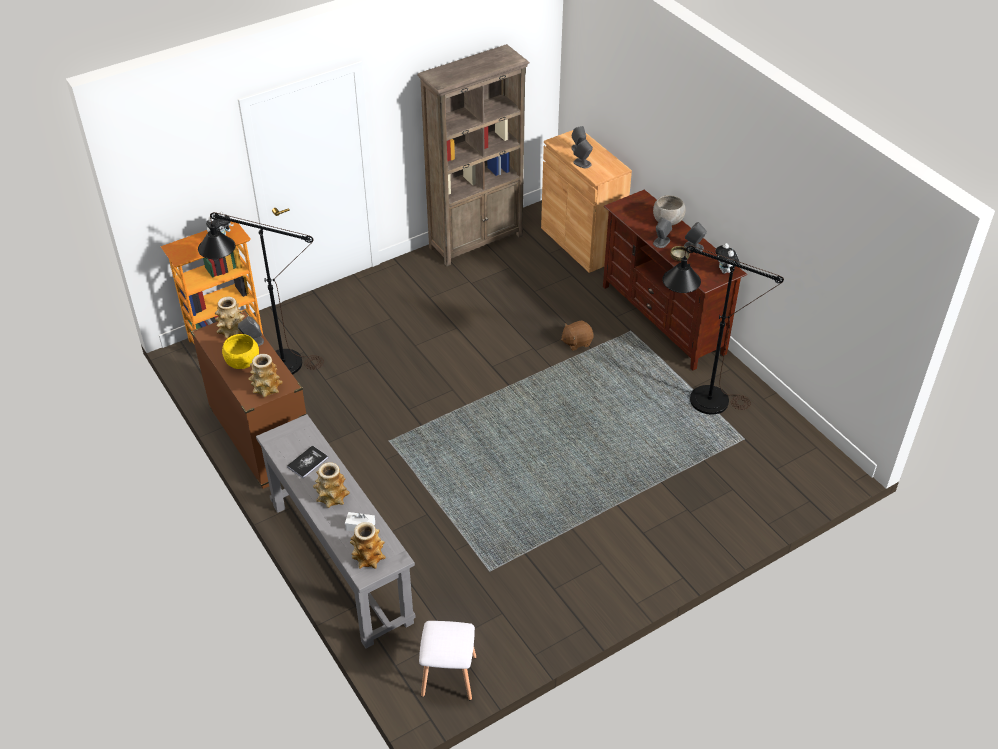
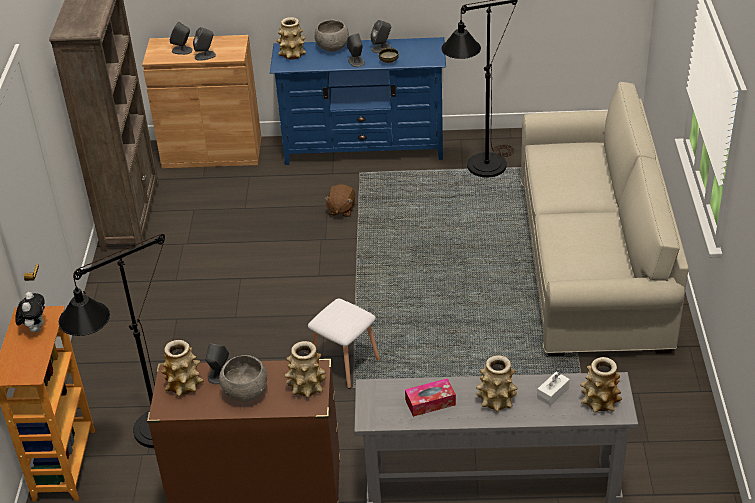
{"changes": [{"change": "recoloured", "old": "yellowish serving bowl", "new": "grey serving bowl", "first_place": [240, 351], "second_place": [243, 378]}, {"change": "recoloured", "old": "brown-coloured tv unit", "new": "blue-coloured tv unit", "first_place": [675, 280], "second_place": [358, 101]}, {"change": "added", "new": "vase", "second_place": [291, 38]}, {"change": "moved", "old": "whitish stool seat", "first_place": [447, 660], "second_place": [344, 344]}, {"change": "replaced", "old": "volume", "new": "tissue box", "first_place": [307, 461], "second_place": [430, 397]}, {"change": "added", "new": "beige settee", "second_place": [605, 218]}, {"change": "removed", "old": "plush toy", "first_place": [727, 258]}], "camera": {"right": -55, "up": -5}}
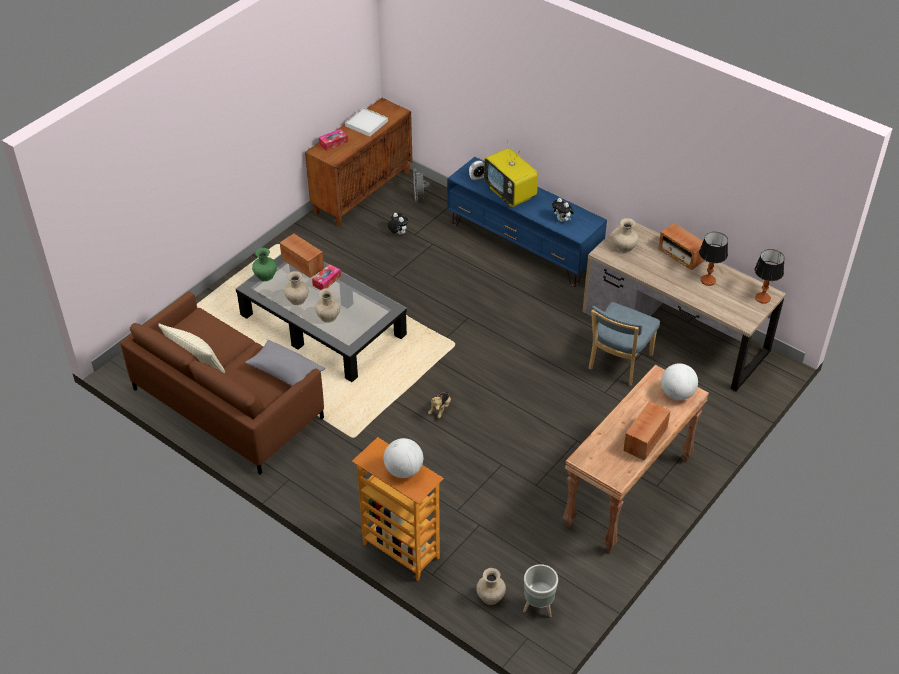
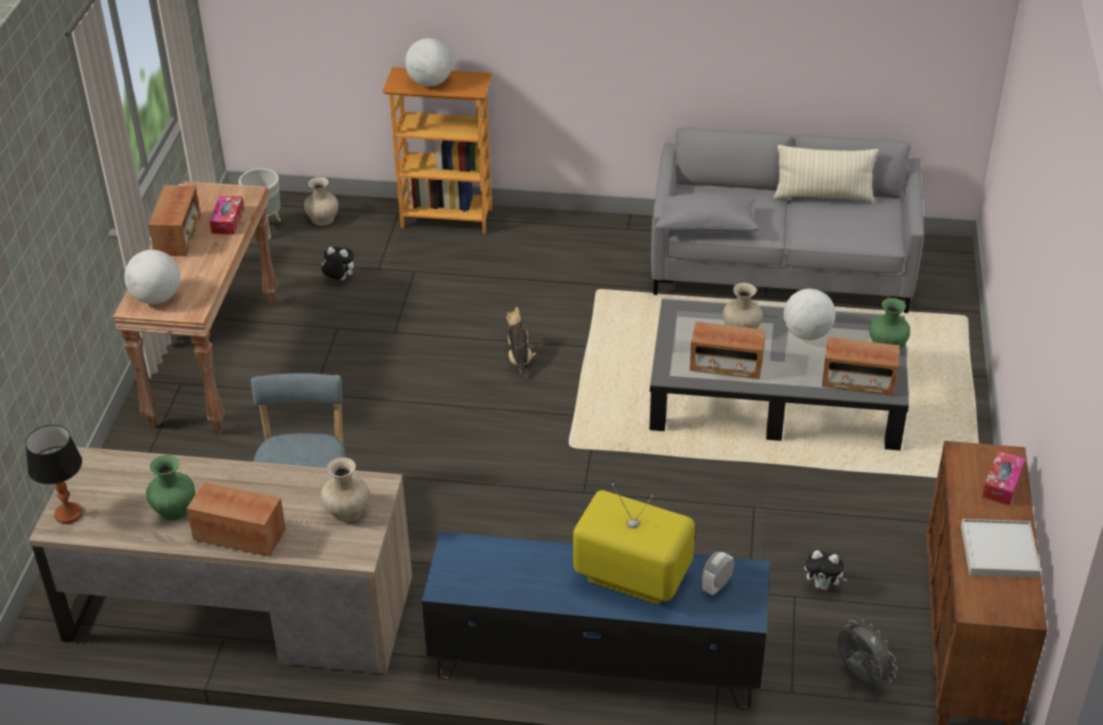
{"changes": [{"change": "replaced", "old": "table lamp", "new": "green-coloured vase", "first_place": [713, 259], "second_place": [170, 487]}, {"change": "moved", "old": "tissue box", "first_place": [326, 277], "second_place": [226, 215]}, {"change": "moved", "old": "plush toy", "first_place": [563, 210], "second_place": [337, 263]}, {"change": "recoloured", "old": "brown-coloured settee", "new": "grey settee", "first_place": [222, 382], "second_place": [787, 220]}, {"change": "added", "new": "radio receiver", "second_place": [728, 350]}, {"change": "replaced", "old": "beige vase", "new": "world globe", "first_place": [296, 288], "second_place": [809, 314]}], "camera": {"right": 150, "up": -5}}
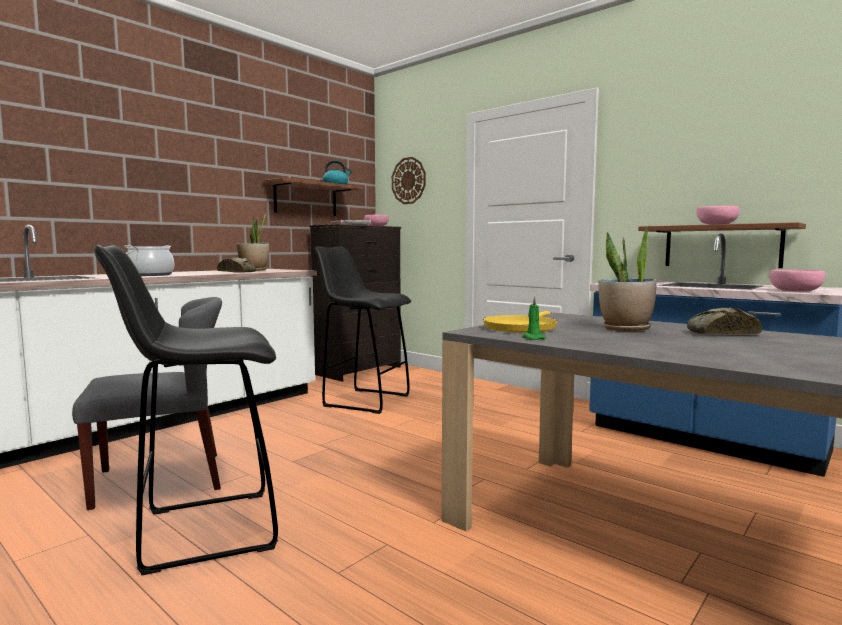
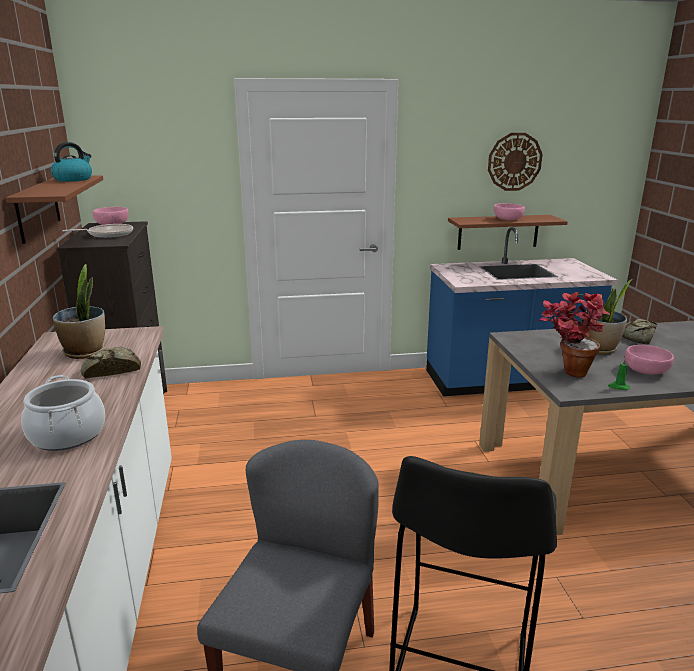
{"changes": [{"change": "moved", "old": "clock on the wall", "first_place": [409, 180], "second_place": [515, 162]}, {"change": "replaced", "old": "yellowish frying pan", "new": "houseplant", "first_place": [520, 322], "second_place": [573, 335]}, {"change": "moved", "old": "pink serving bowl", "first_place": [797, 281], "second_place": [649, 359]}, {"change": "removed", "old": "black-coloured stool seat", "first_place": [363, 330]}], "camera": {"right": -50, "up": 15}}
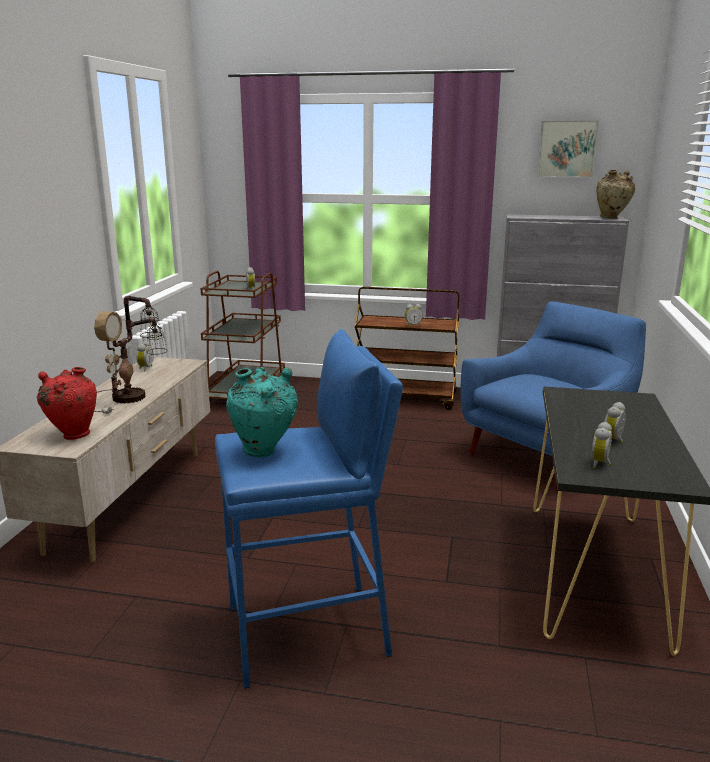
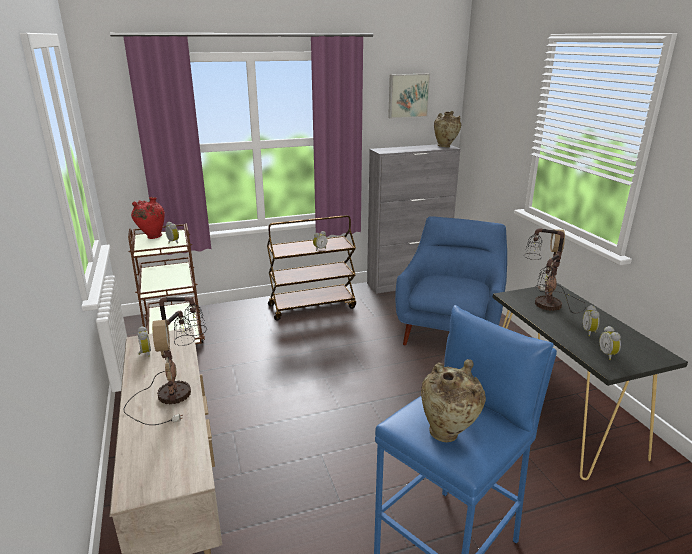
{"changes": [{"change": "moved", "old": "reddish vase", "first_place": [67, 403], "second_place": [148, 218]}, {"change": "recoloured", "old": "turquoise-coloured vase", "new": "beige vase", "first_place": [262, 412], "second_place": [453, 400]}, {"change": "added", "new": "table lamp", "second_place": [555, 270]}], "camera": {"right": -30, "up": 5}}
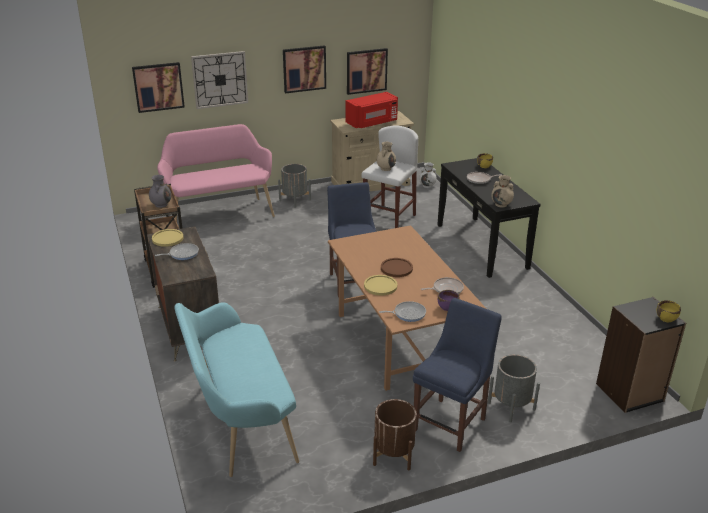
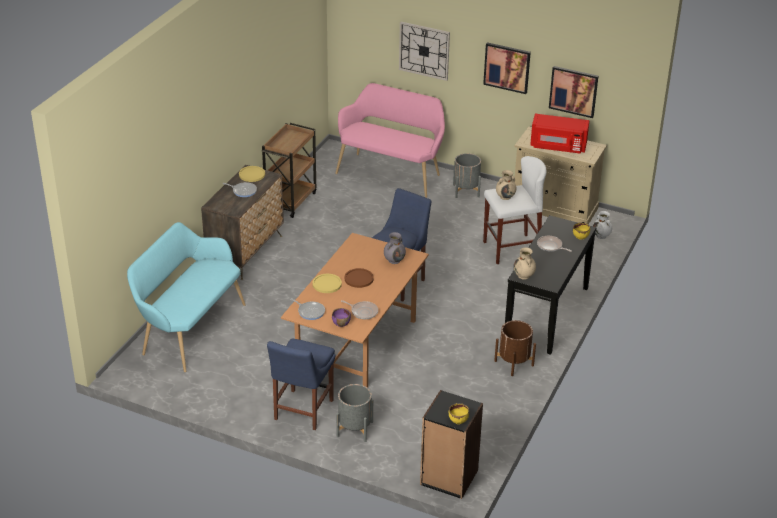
{"changes": [{"change": "turned", "old": "blue-coloured upright chair", "first_place": [457, 375], "second_place": [301, 384], "degrees": 120}, {"change": "moved", "old": "grey vase", "first_place": [160, 191], "second_place": [395, 248]}, {"change": "moved", "old": "brown-coloured flower pot", "first_place": [395, 434], "second_place": [515, 348]}, {"change": "removed", "old": "wall picture", "first_place": [158, 87]}], "camera": {"right": 45, "up": 5}}
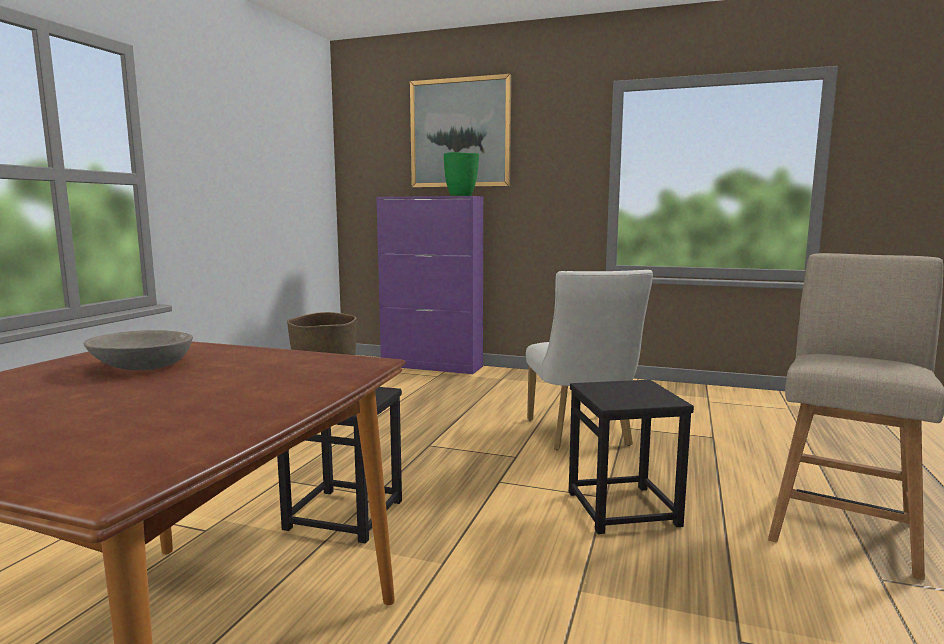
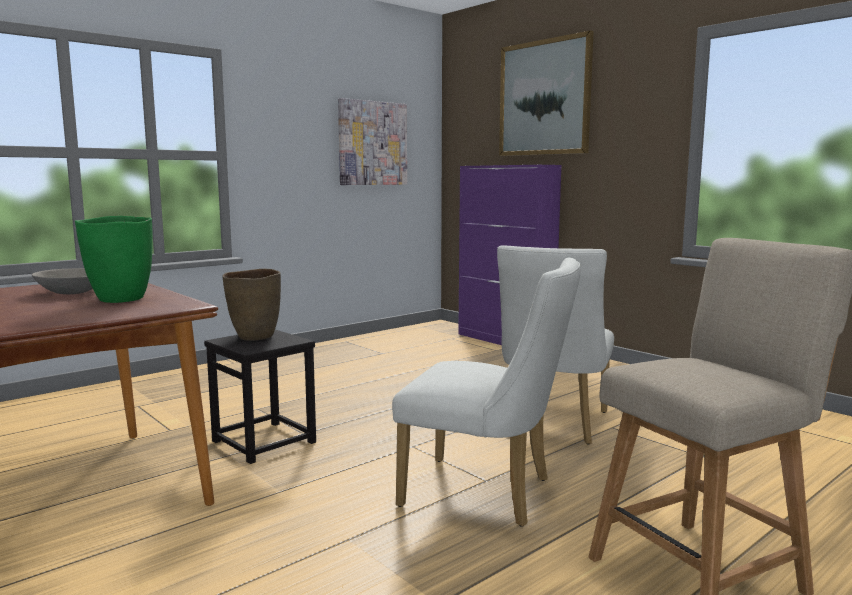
{"changes": [{"change": "moved", "old": "green-coloured vase", "first_place": [461, 174], "second_place": [114, 259]}, {"change": "added", "new": "wall picture", "second_place": [372, 141]}, {"change": "replaced", "old": "black-coloured stool seat", "new": "whitish upright chair", "first_place": [631, 457], "second_place": [486, 392]}], "camera": {"right": 30, "up": 0}}
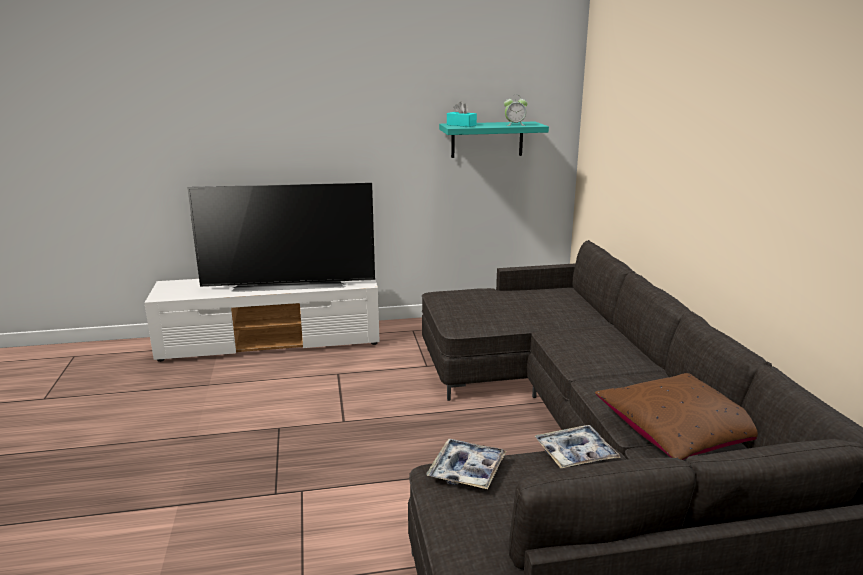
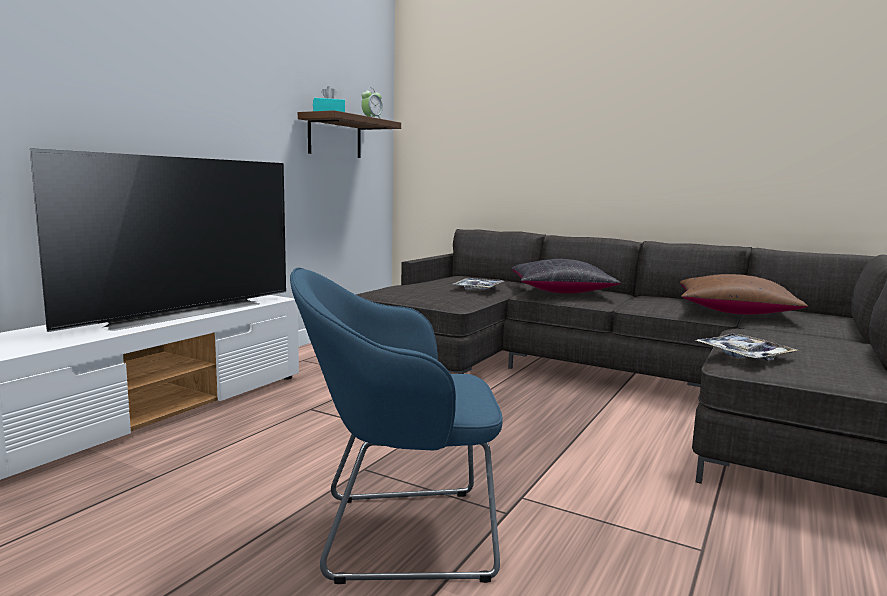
{"changes": [{"change": "added", "new": "blue-coloured armchair", "second_place": [396, 426]}, {"change": "recoloured", "old": "turquoise-coloured bracket shelf", "new": "brown-coloured bracket shelf", "first_place": [494, 140], "second_place": [349, 134]}, {"change": "moved", "old": "tray", "first_place": [578, 446], "second_place": [479, 284]}, {"change": "added", "new": "black-coloured cushion", "second_place": [566, 276]}], "camera": {"right": -50, "up": -10}}
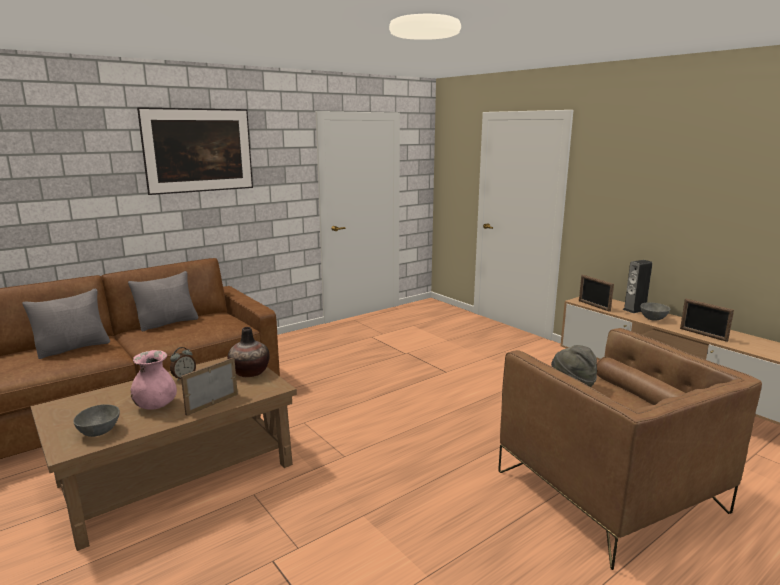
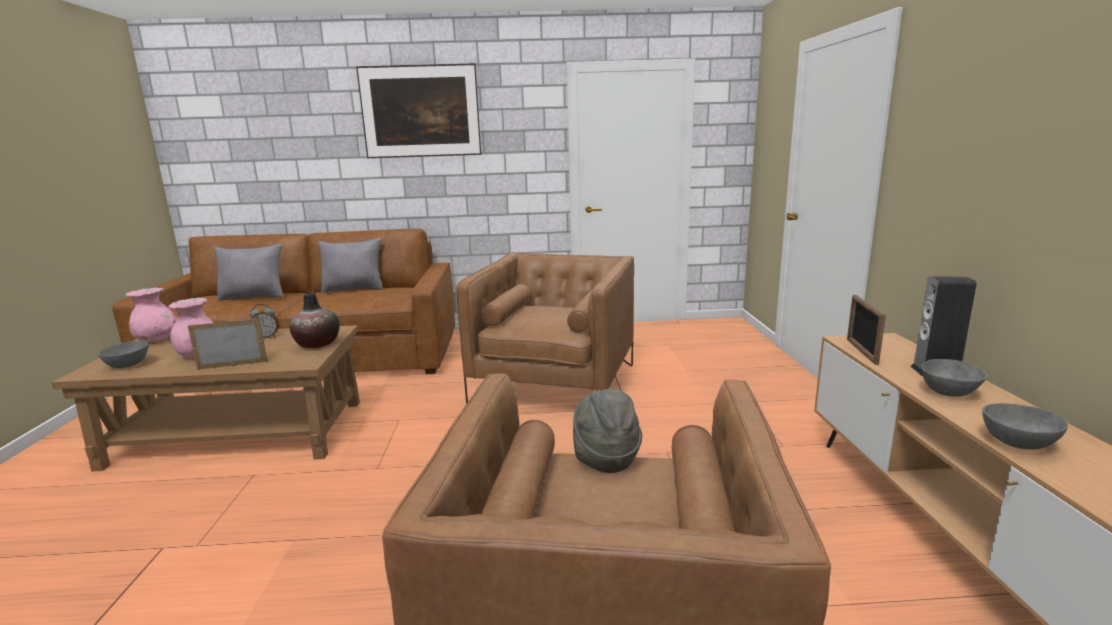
{"changes": [{"change": "added", "new": "pink vase", "second_place": [151, 315]}, {"change": "added", "new": "brown-coloured armchair", "second_place": [545, 328]}, {"change": "replaced", "old": "picture frame", "new": "grey serving bowl", "first_place": [707, 320], "second_place": [1025, 426]}], "camera": {"right": 35, "up": 0}}
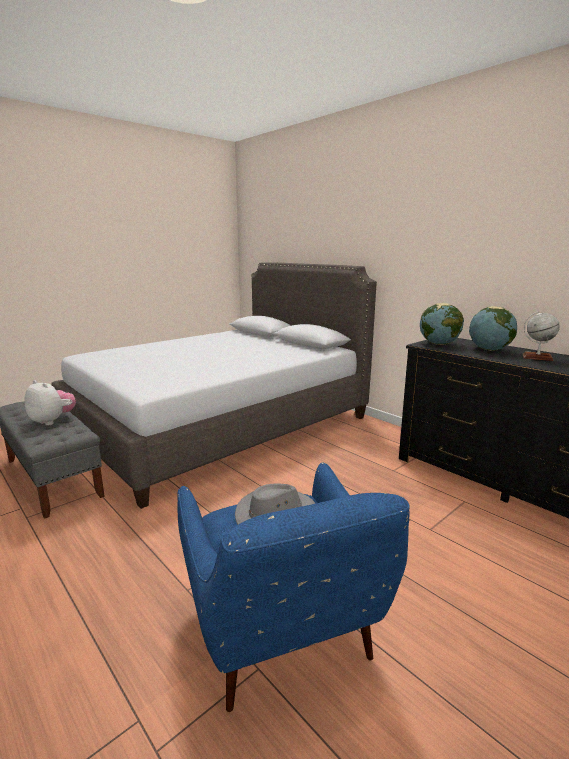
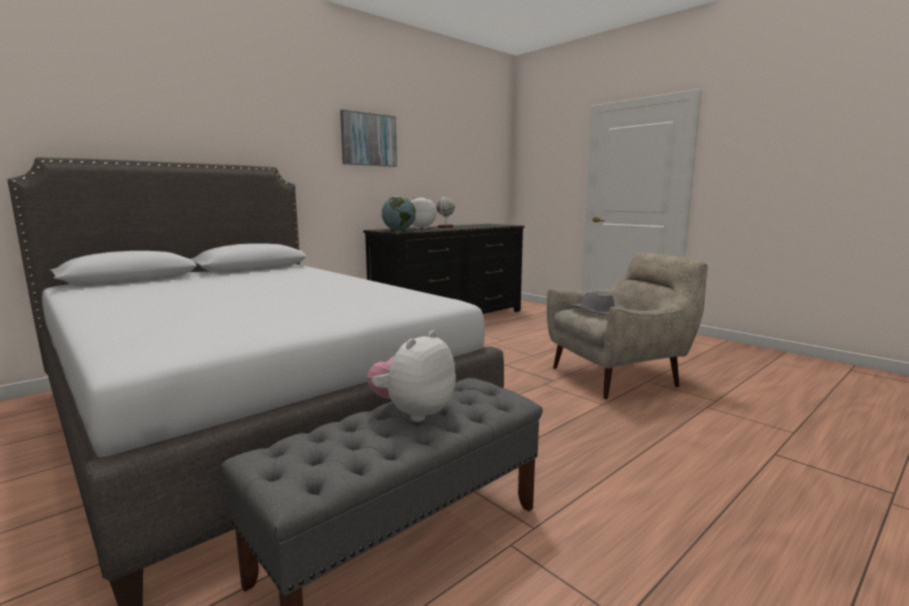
{"changes": [{"change": "added", "new": "wall picture", "second_place": [368, 138]}, {"change": "replaced", "old": "world globe", "new": "plush toy", "first_place": [493, 328], "second_place": [423, 212]}, {"change": "recoloured", "old": "blue-coloured armchair", "new": "beige armchair", "first_place": [293, 587], "second_place": [627, 325]}], "camera": {"right": -90, "up": -5}}
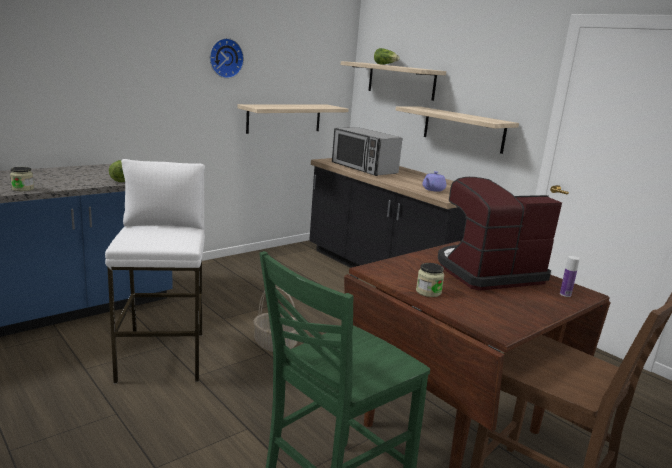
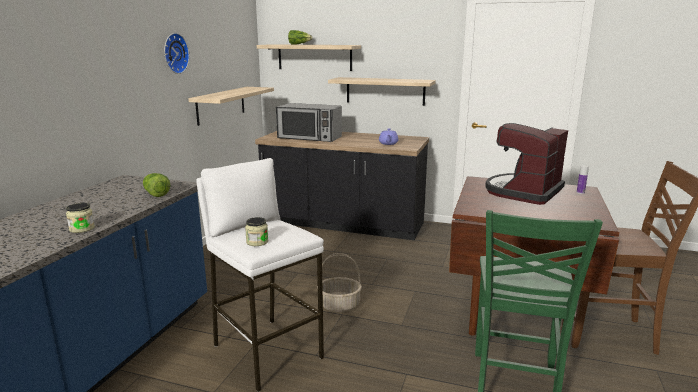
{"changes": [{"change": "moved", "old": "jar", "first_place": [430, 280], "second_place": [256, 231]}], "camera": {"right": -30, "up": 0}}
